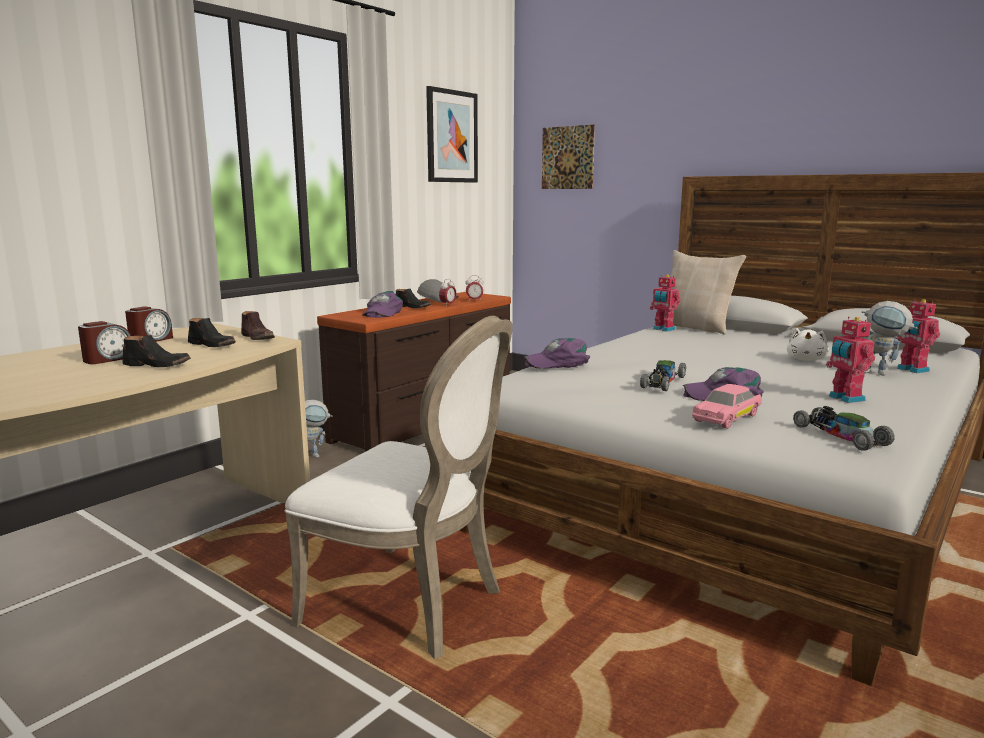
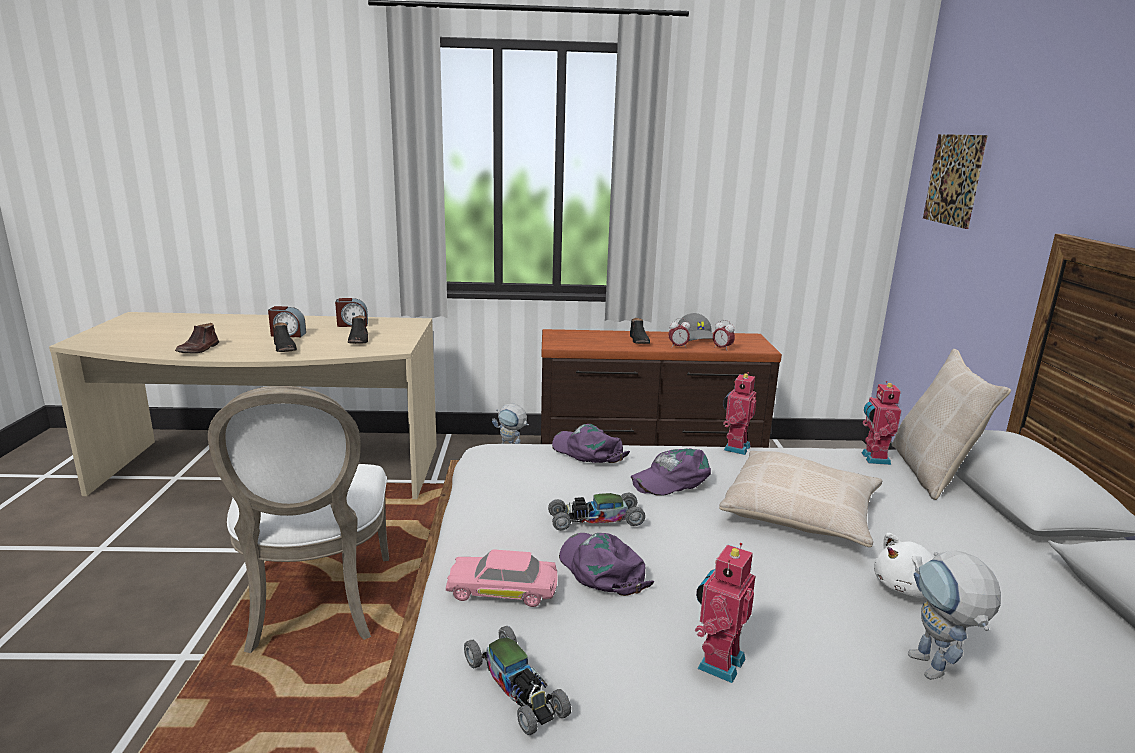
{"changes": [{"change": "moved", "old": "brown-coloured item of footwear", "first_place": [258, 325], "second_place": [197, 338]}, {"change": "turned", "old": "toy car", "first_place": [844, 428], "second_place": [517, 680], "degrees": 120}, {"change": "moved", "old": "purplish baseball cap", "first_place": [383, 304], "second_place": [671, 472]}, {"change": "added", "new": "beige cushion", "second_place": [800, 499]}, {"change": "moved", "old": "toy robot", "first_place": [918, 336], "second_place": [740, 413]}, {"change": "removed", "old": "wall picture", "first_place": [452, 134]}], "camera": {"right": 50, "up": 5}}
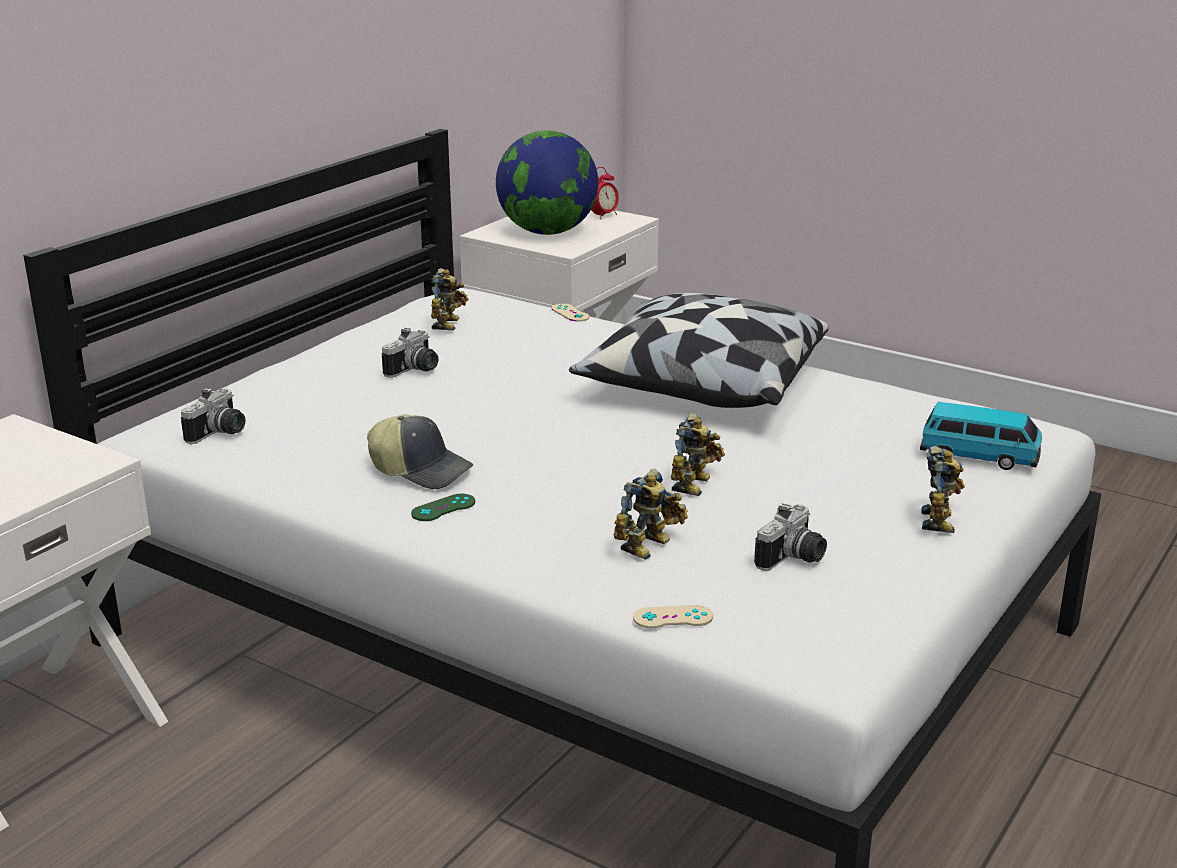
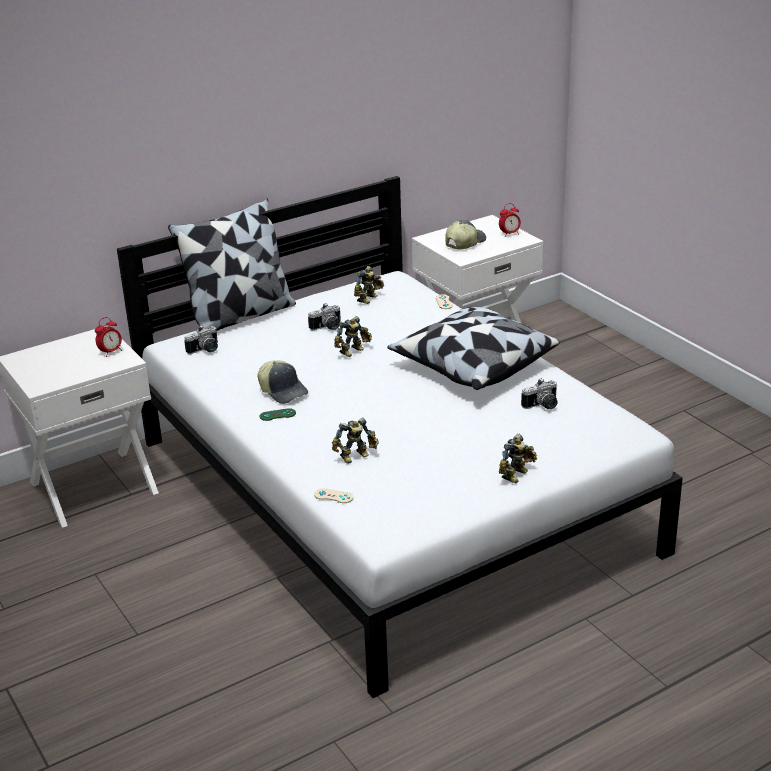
{"changes": [{"change": "added", "new": "bedside clock", "second_place": [108, 337]}, {"change": "added", "new": "cushion", "second_place": [232, 265]}, {"change": "moved", "old": "toy robot", "first_place": [698, 454], "second_place": [353, 336]}, {"change": "replaced", "old": "world globe", "new": "baseball cap", "first_place": [547, 183], "second_place": [465, 235]}, {"change": "moved", "old": "still camera", "first_place": [790, 537], "second_place": [539, 393]}, {"change": "removed", "old": "toy car", "first_place": [981, 436]}], "camera": {"right": 25, "up": 5}}
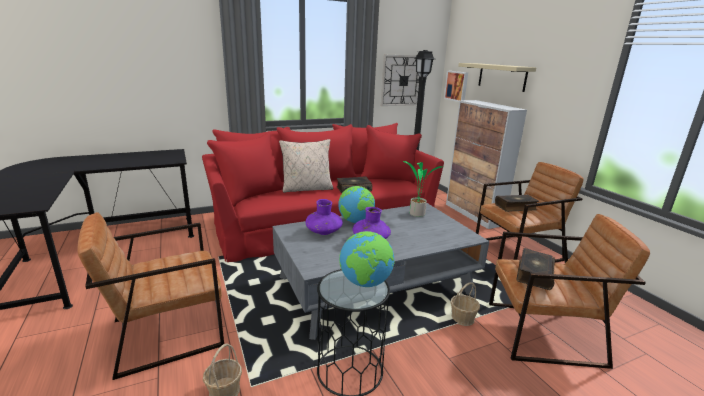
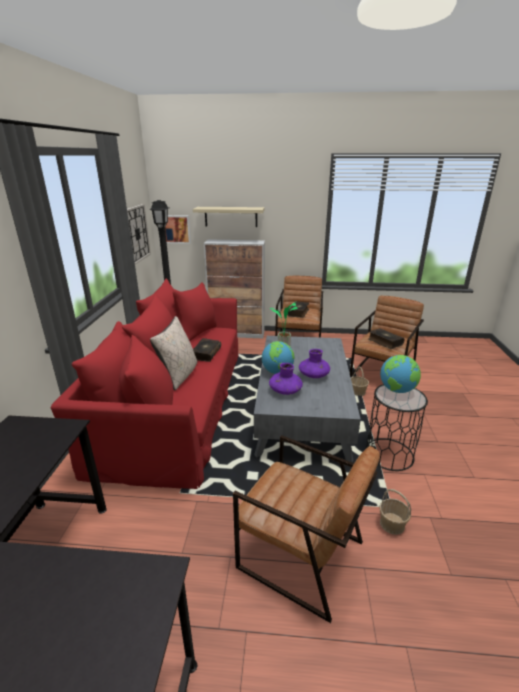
{"changes": [{"change": "turned", "old": "brown-coloured armchair", "first_place": [150, 296], "second_place": [306, 529], "degrees": -60}], "camera": {"right": -60, "up": 5}}
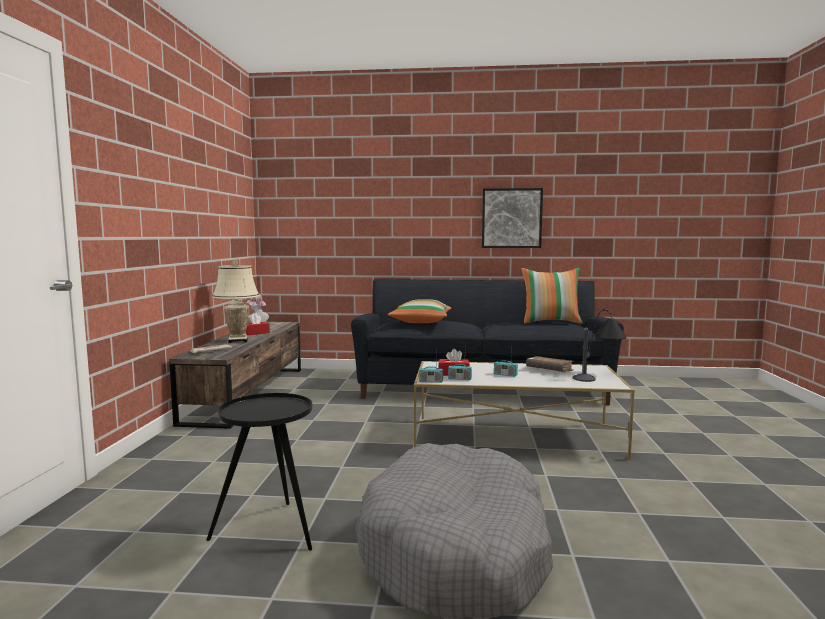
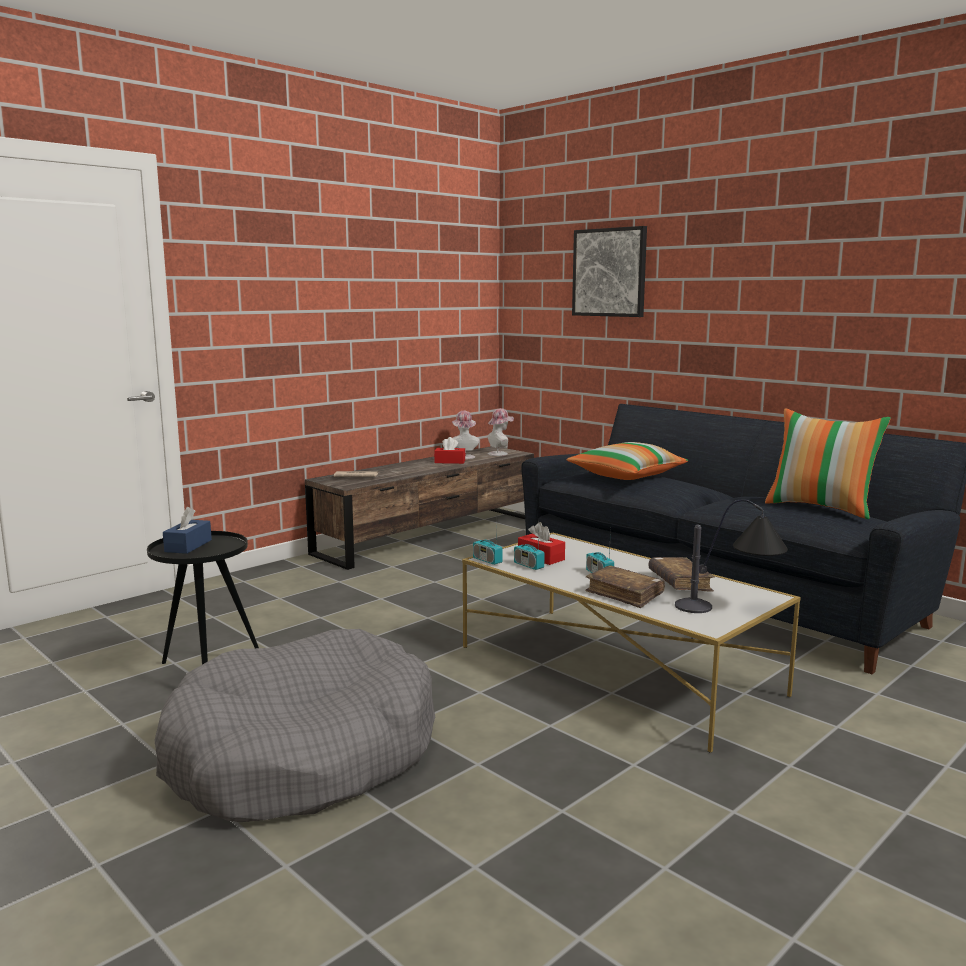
{"changes": [{"change": "added", "new": "blue-coloured tissue box", "second_place": [187, 530]}, {"change": "added", "new": "wearable hat", "second_place": [501, 432]}, {"change": "moved", "old": "wall picture", "first_place": [512, 218], "second_place": [609, 271]}, {"change": "added", "new": "brown-coloured volume", "second_place": [625, 586]}, {"change": "removed", "old": "beige table lamp", "first_place": [236, 301]}], "camera": {"right": 40, "up": 5}}
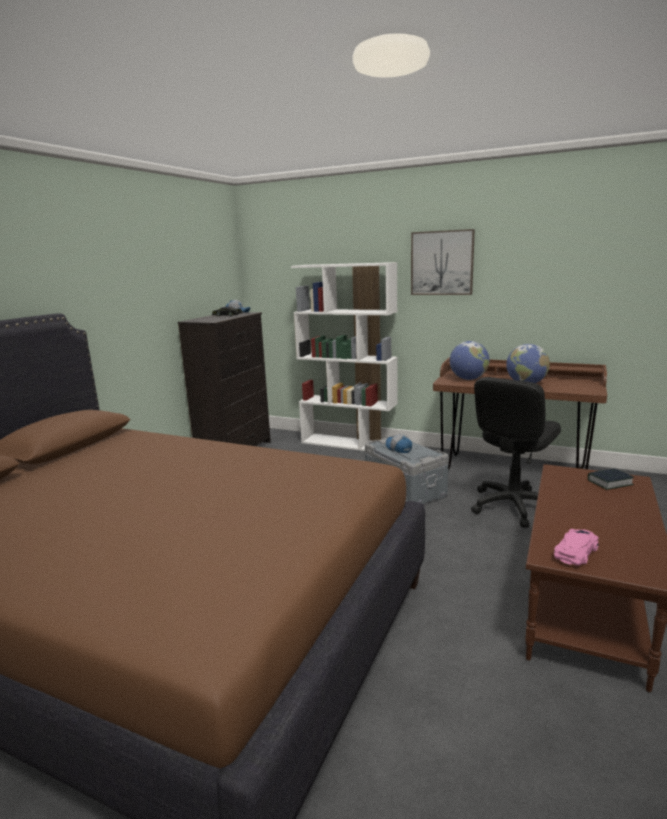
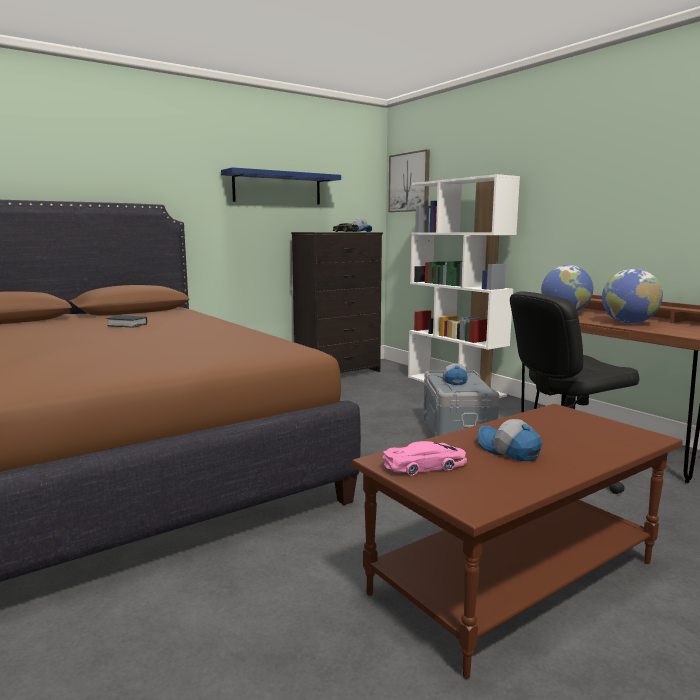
{"changes": [{"change": "moved", "old": "volume", "first_place": [611, 479], "second_place": [126, 321]}, {"change": "added", "new": "blue-coloured bracket shelf", "second_place": [281, 185]}, {"change": "moved", "old": "wall picture", "first_place": [443, 262], "second_place": [409, 180]}, {"change": "added", "new": "baseball cap", "second_place": [510, 440]}], "camera": {"right": 30, "up": -5}}
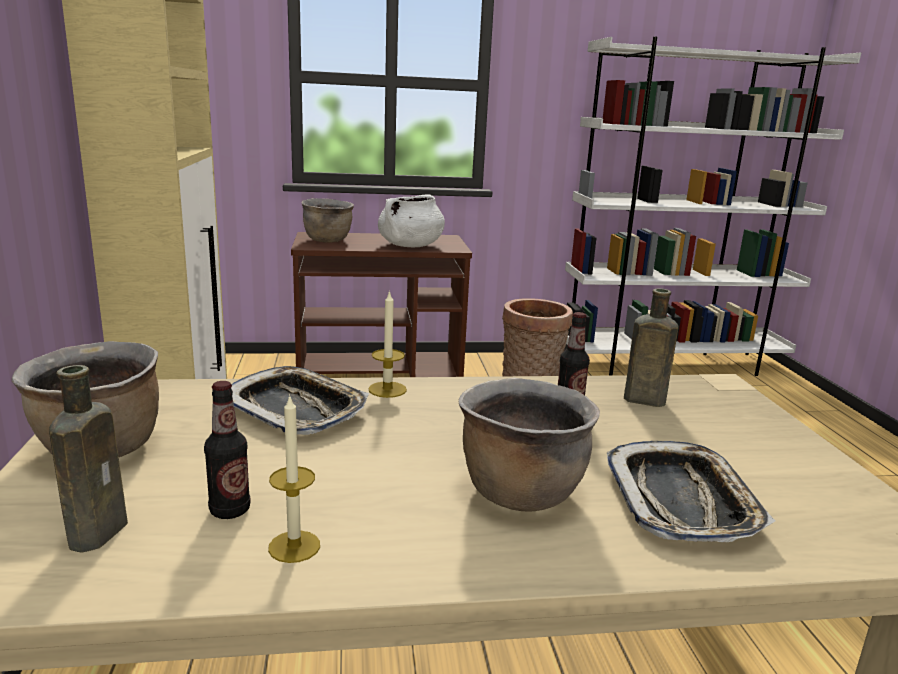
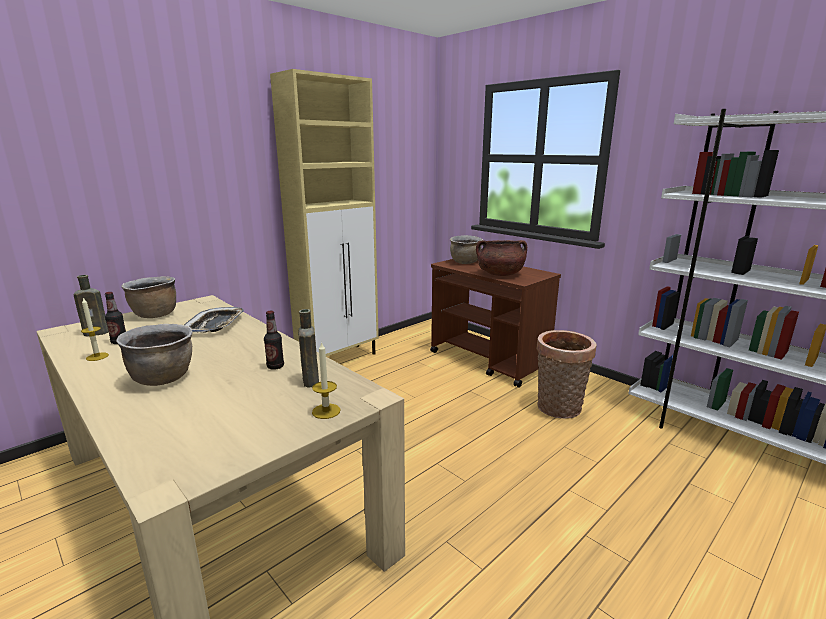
{"changes": [{"change": "moved", "old": "wax light", "first_place": [387, 344], "second_place": [326, 380]}, {"change": "recoloured", "old": "whitish stockpot", "new": "brown-coloured stockpot", "first_place": [411, 221], "second_place": [501, 258]}, {"change": "removed", "old": "tray", "first_place": [691, 491]}], "camera": {"right": 55, "up": 0}}
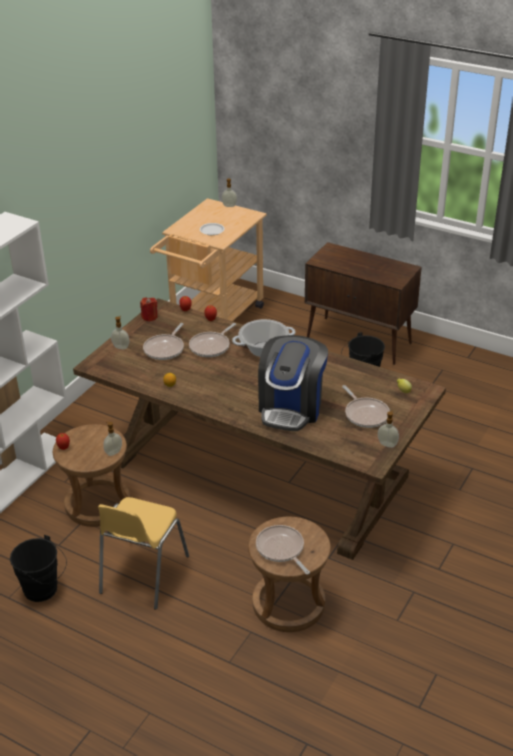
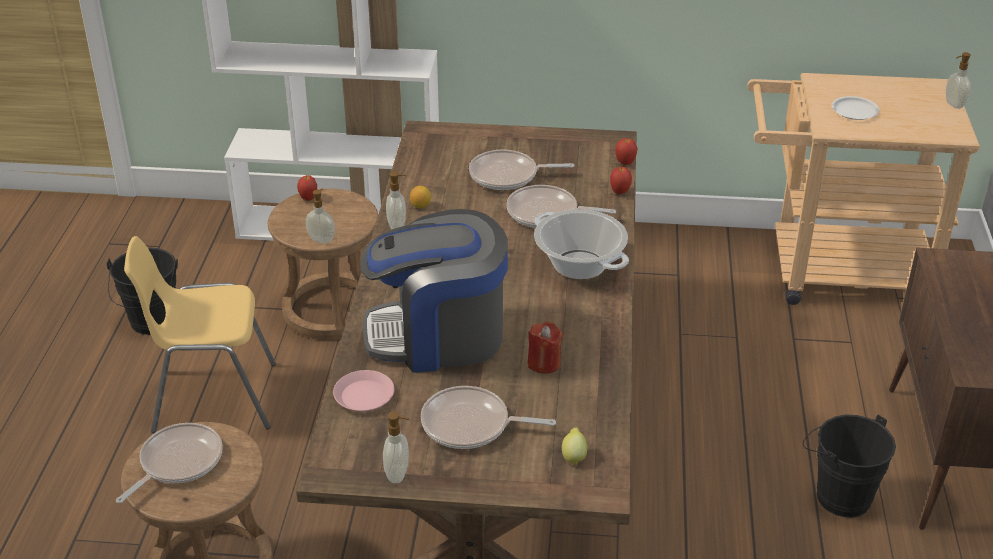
{"changes": [{"change": "added", "new": "pink plate", "second_place": [363, 390]}, {"change": "moved", "old": "liquid soap bottle", "first_place": [120, 332], "second_place": [396, 200]}, {"change": "turned", "old": "frying pan", "first_place": [366, 406], "second_place": [488, 417], "degrees": 60}, {"change": "moved", "old": "reddish wax light", "first_place": [148, 309], "second_place": [545, 347]}], "camera": {"right": 65, "up": 0}}
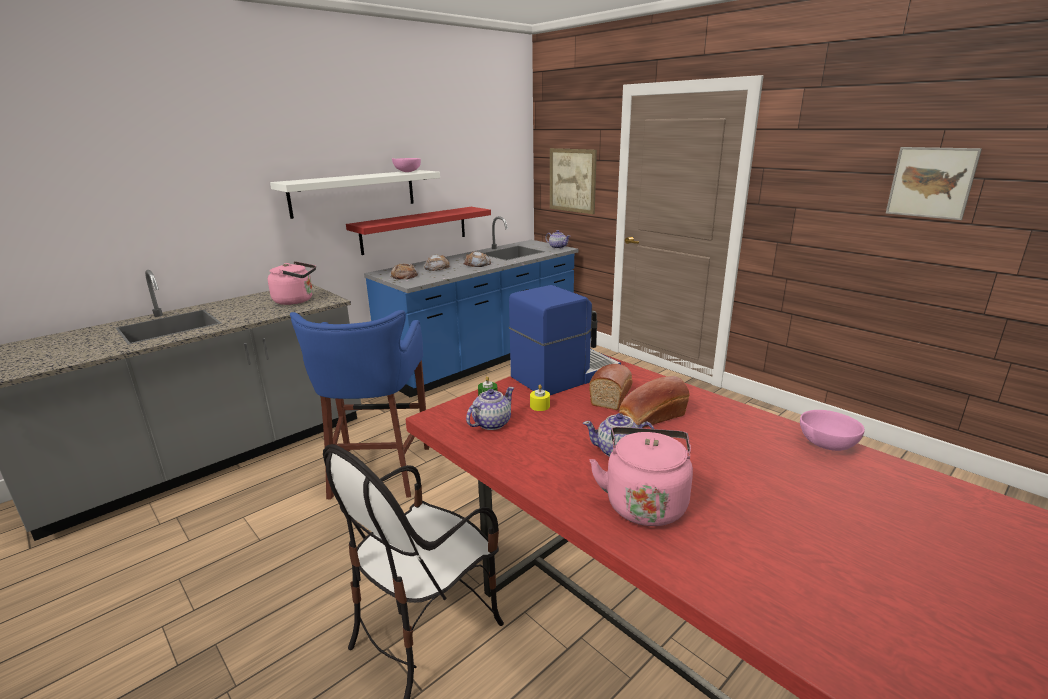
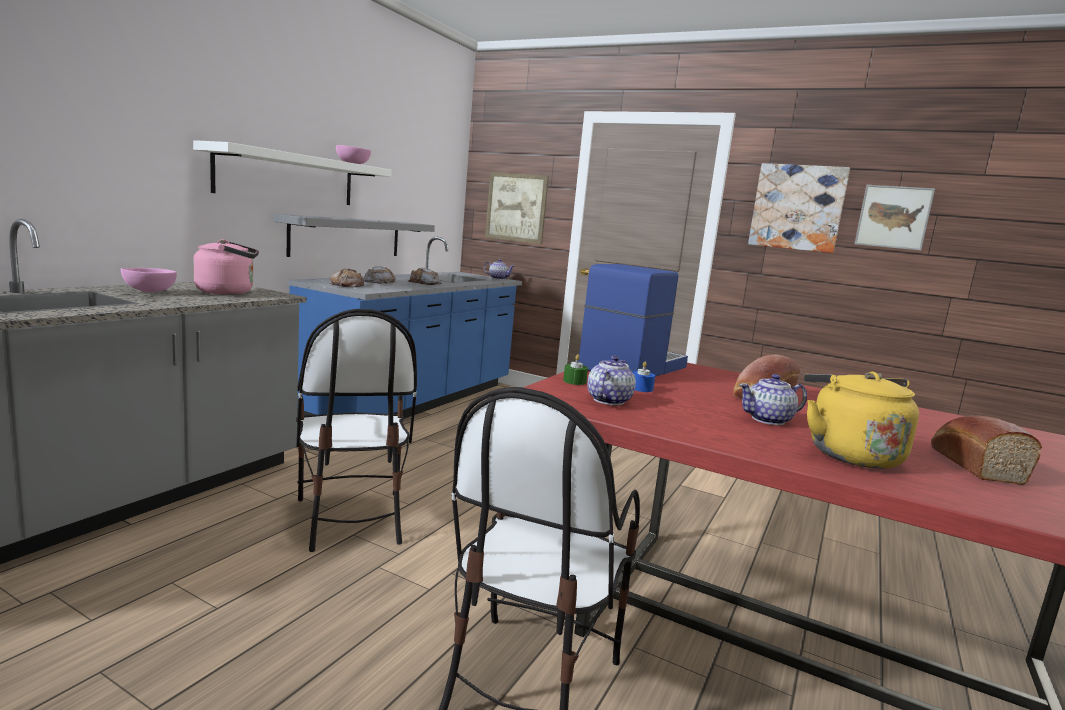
{"changes": [{"change": "moved", "old": "pink serving bowl", "first_place": [832, 430], "second_place": [149, 280]}, {"change": "recoloured", "old": "reddish bracket shelf", "new": "grey bracket shelf", "first_place": [418, 231], "second_place": [354, 235]}, {"change": "replaced", "old": "blue-coloured stool seat", "new": "upright chair", "first_place": [359, 404], "second_place": [356, 430]}, {"change": "recoloured", "old": "yellowish wax light", "new": "blue-coloured wax light", "first_place": [540, 398], "second_place": [644, 377]}, {"change": "added", "new": "wall picture", "second_place": [799, 208]}, {"change": "recoloured", "old": "pink tea kettle", "new": "yellowish tea kettle", "first_place": [641, 476], "second_place": [861, 420]}, {"change": "moved", "old": "baked bread", "first_place": [610, 387], "second_place": [986, 450]}], "camera": {"right": -20, "up": -10}}
